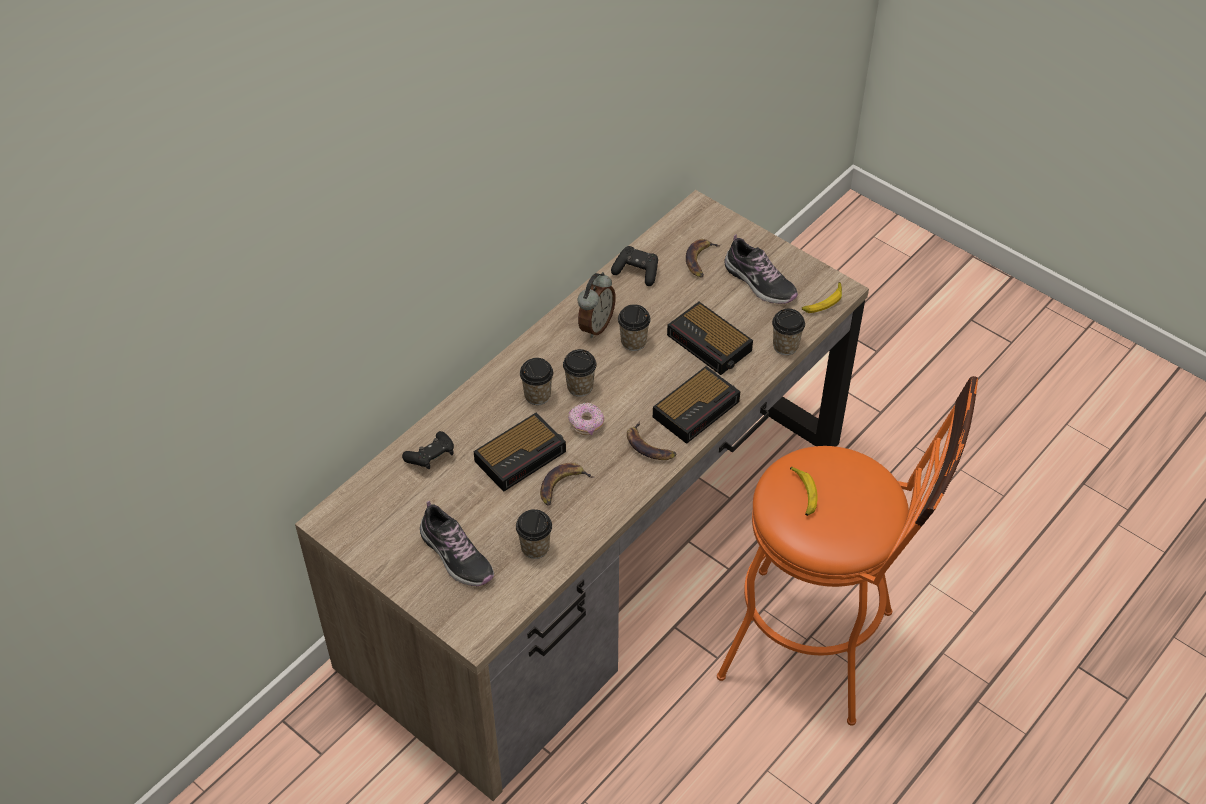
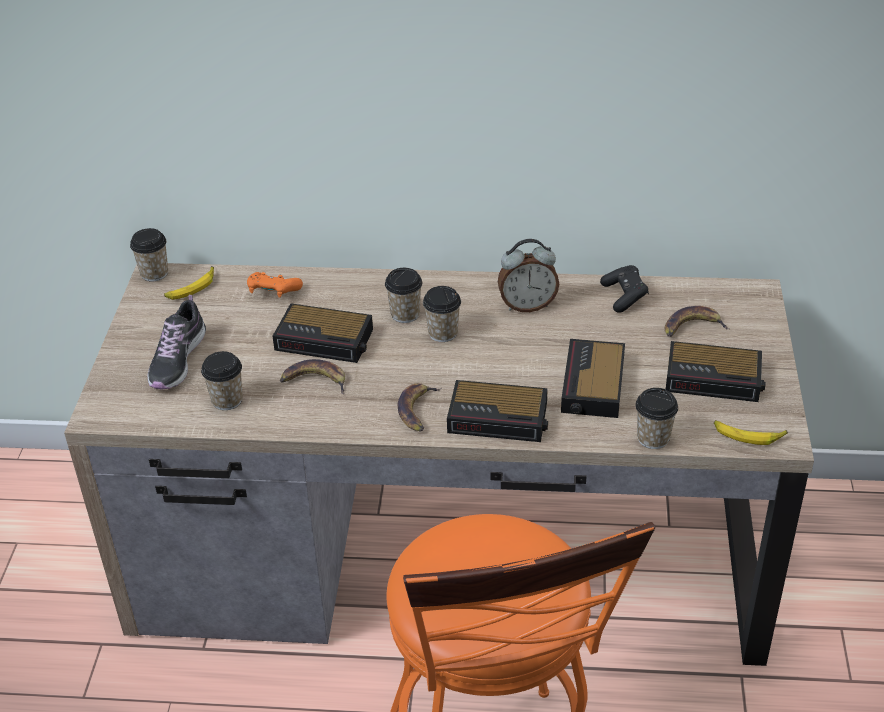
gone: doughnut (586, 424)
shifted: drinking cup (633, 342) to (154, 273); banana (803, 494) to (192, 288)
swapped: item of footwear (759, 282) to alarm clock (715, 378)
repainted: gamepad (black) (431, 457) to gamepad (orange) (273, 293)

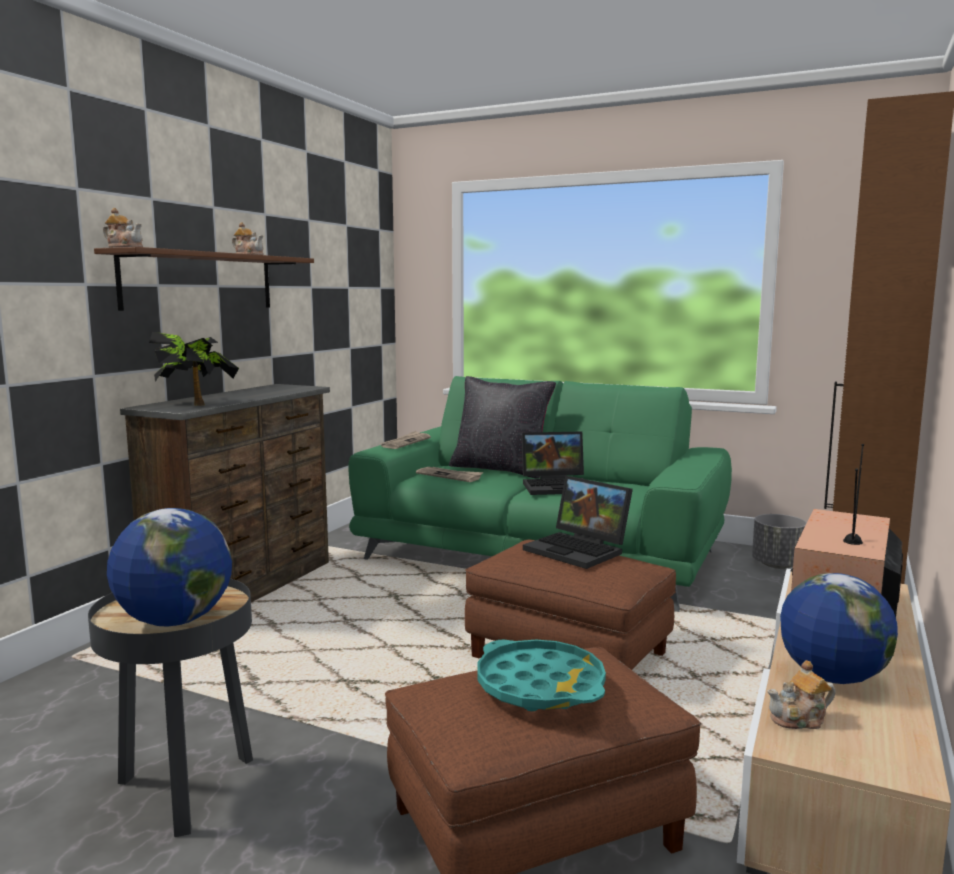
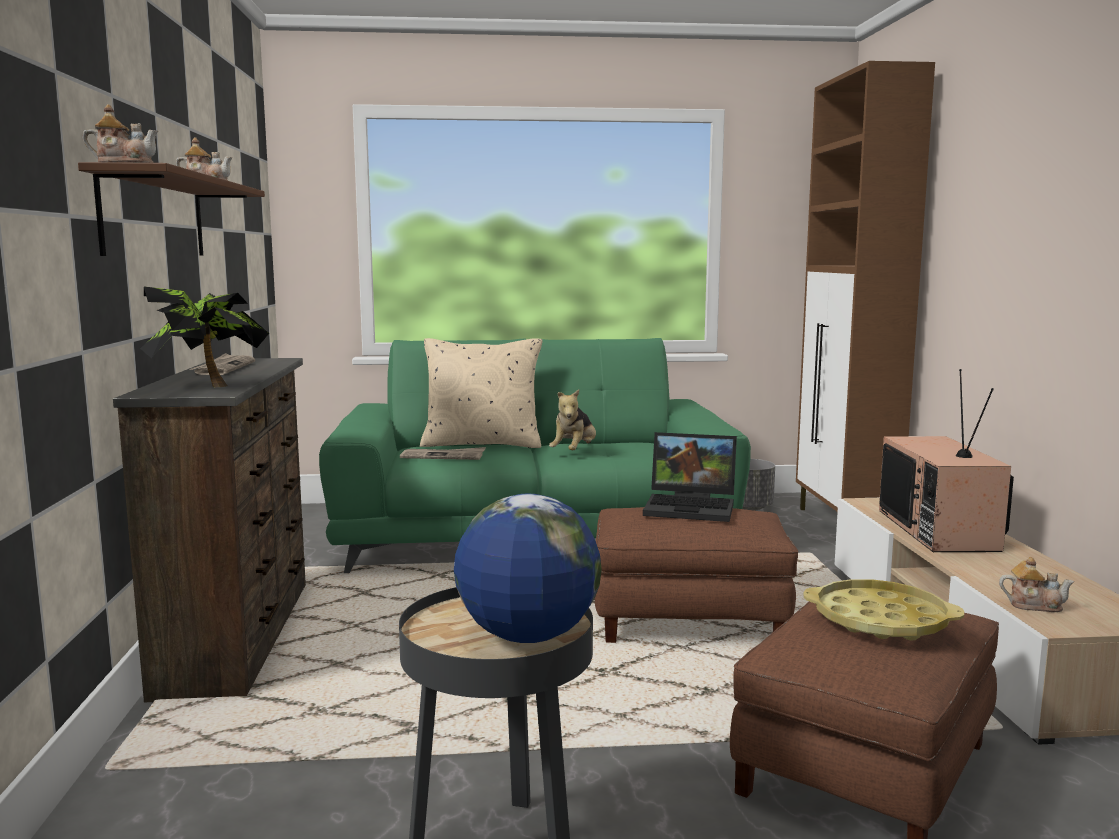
gone: globe (832, 677)
shifted: printed paper (405, 442) to (224, 368)
swapped: laptop (557, 486) to soft toy (574, 452)
repainted: cushion (black) (500, 469) to cushion (beige) (482, 444); serving tray (turquoise) (540, 685) to serving tray (yellow-coloured) (880, 620)
rotated: tea pot (800, 719) = (1033, 605) 120 degrees counterclockwise

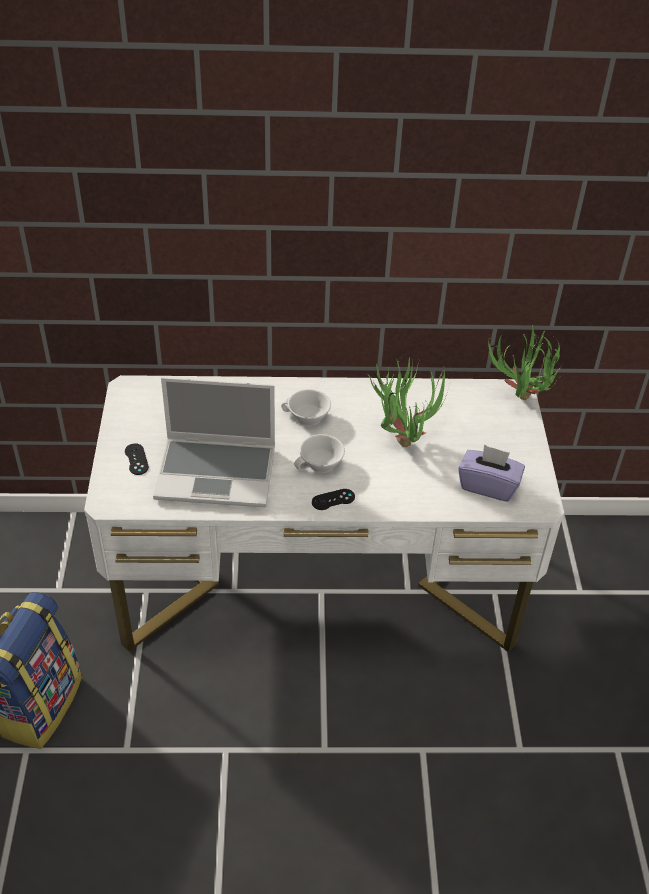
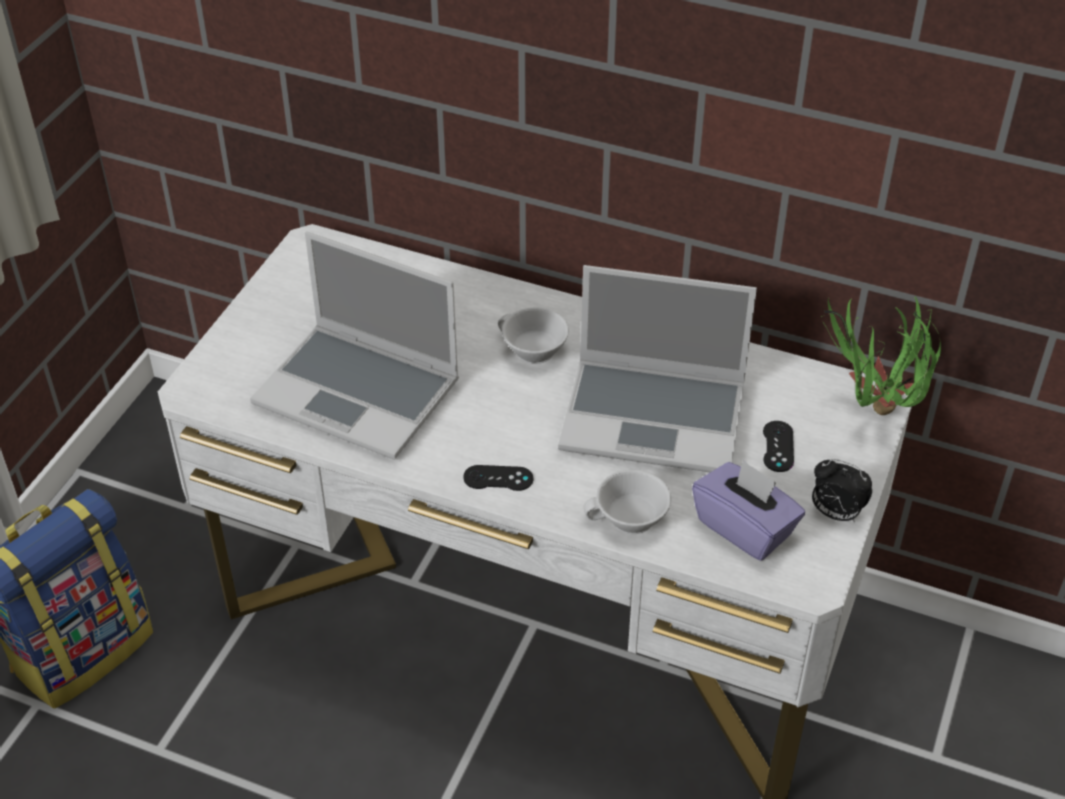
new: alarm clock (835, 513)
shifted: gamepad (black) (136, 459) to (778, 446); drinking cup (white) (321, 465) to (630, 520)
swapped: plant in a pot (402, 437) to laptop (655, 417)

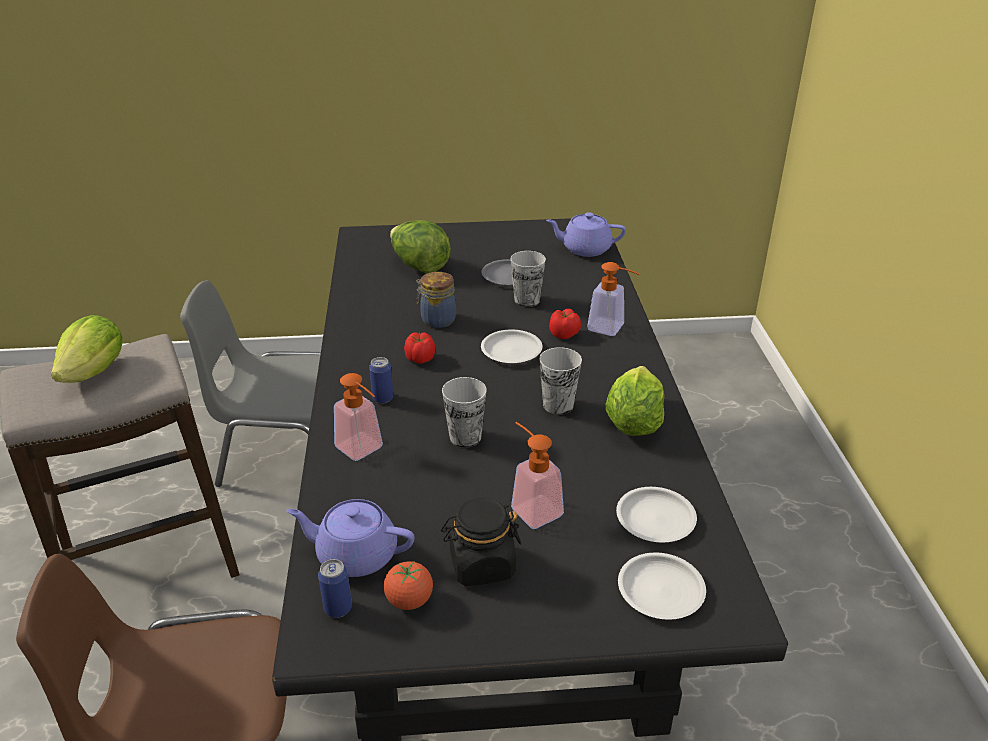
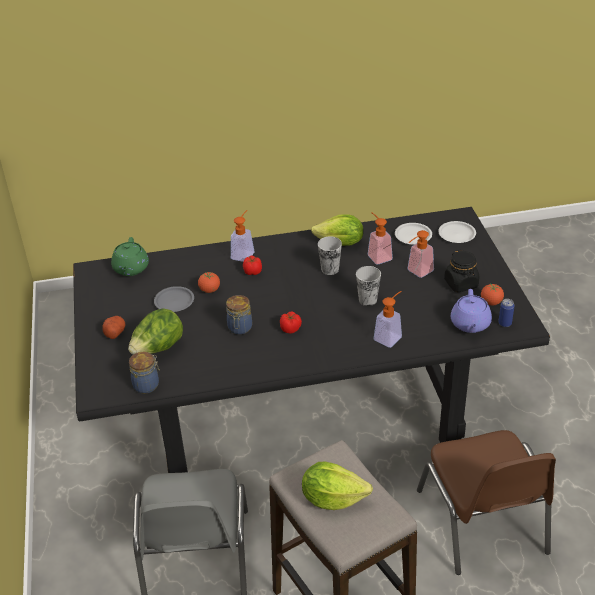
gone: can (383, 398); flat dish (white) (511, 351)
new: whole potato (114, 332); preserve jar (147, 385); soap dispenser (377, 255)
swapped: drinking cup (527, 300) to whole tomato (209, 290)
repainted: tea pot (purple-coloured) (585, 249) to tea pot (green-coloured) (131, 269)

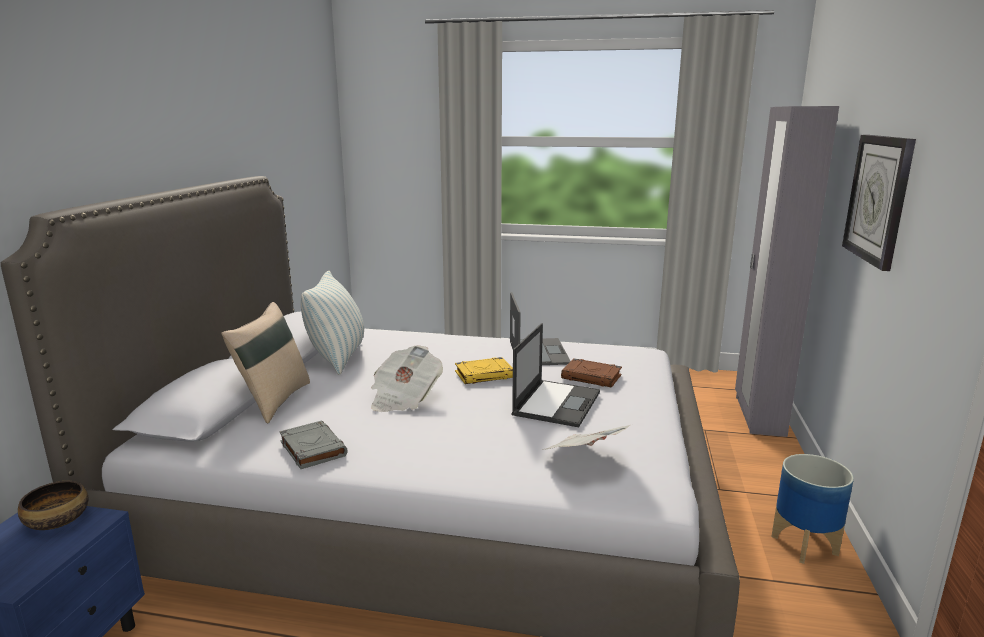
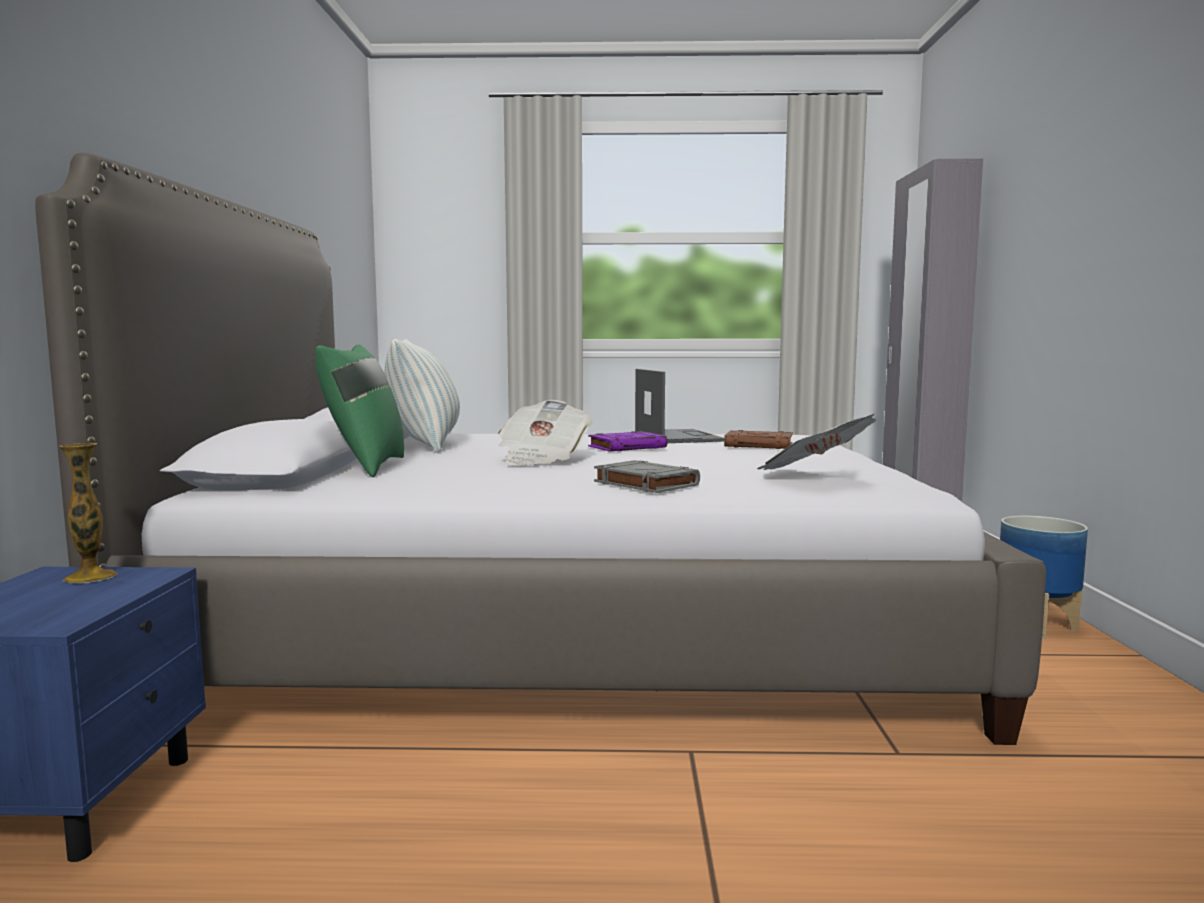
gone: laptop (557, 403); hanging clock (878, 199)
shifted: bound book (greyish) (312, 448) to (644, 484)
swapped: bowl (58, 520) to decorative vase (90, 577)
repainted: cushion (beige) (273, 401) to cushion (green-coloured) (365, 466); bound book (yellow-coloured) (484, 374) to bound book (purple-coloured) (627, 447)

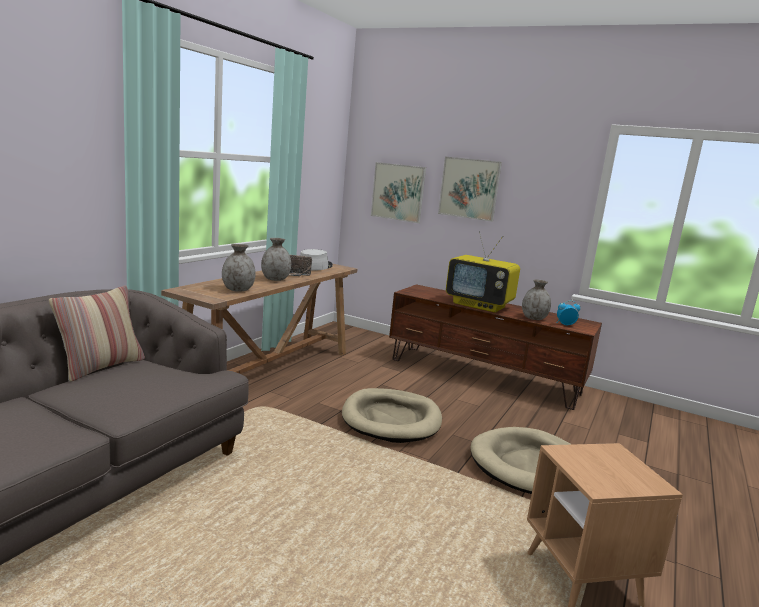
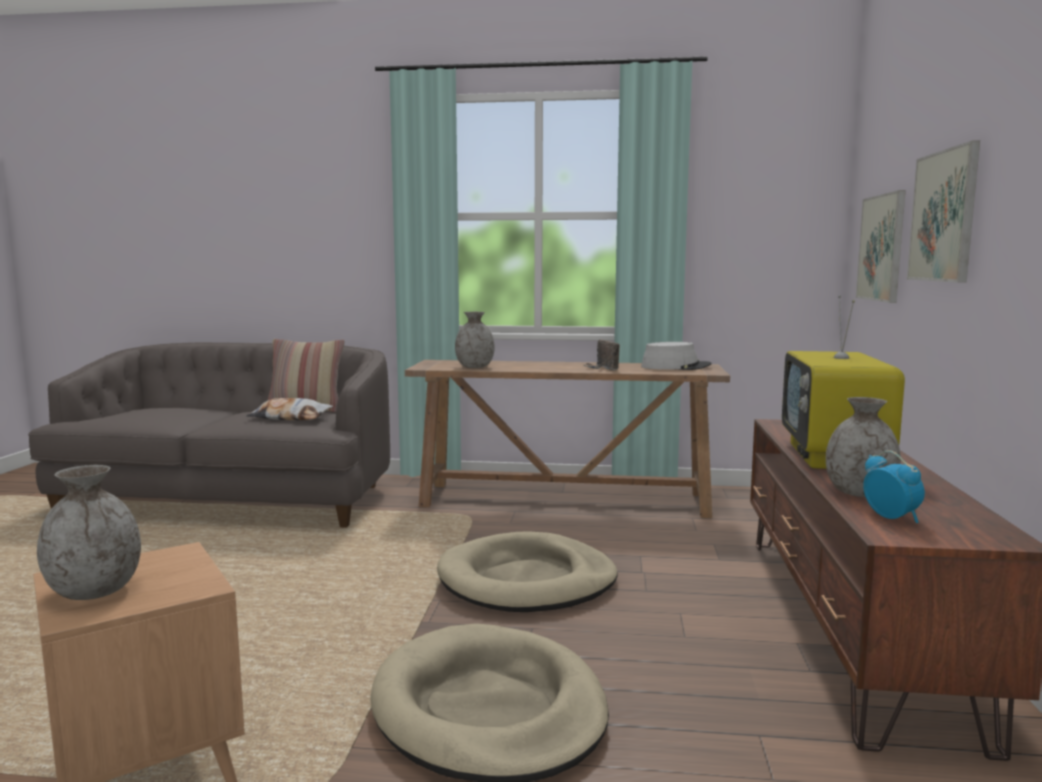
new: cushion (290, 417)
shifted: decorative vase (greyish) (275, 279) to (95, 591)

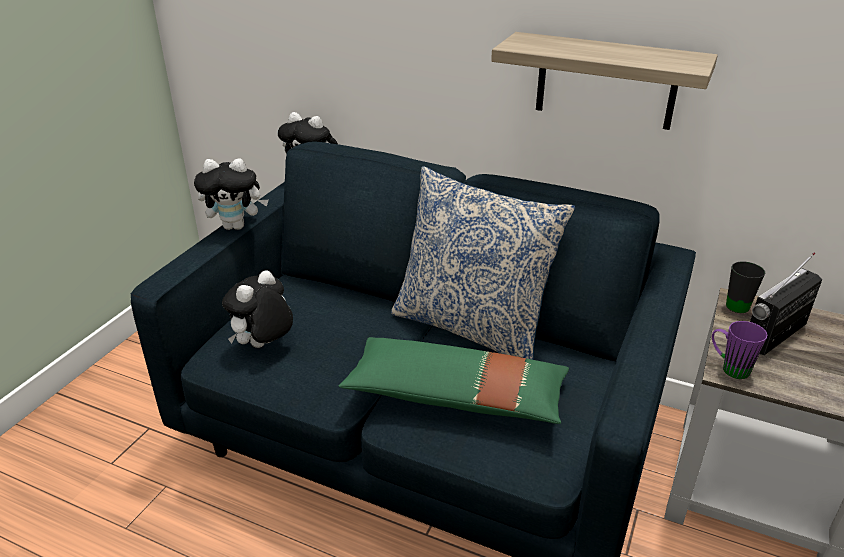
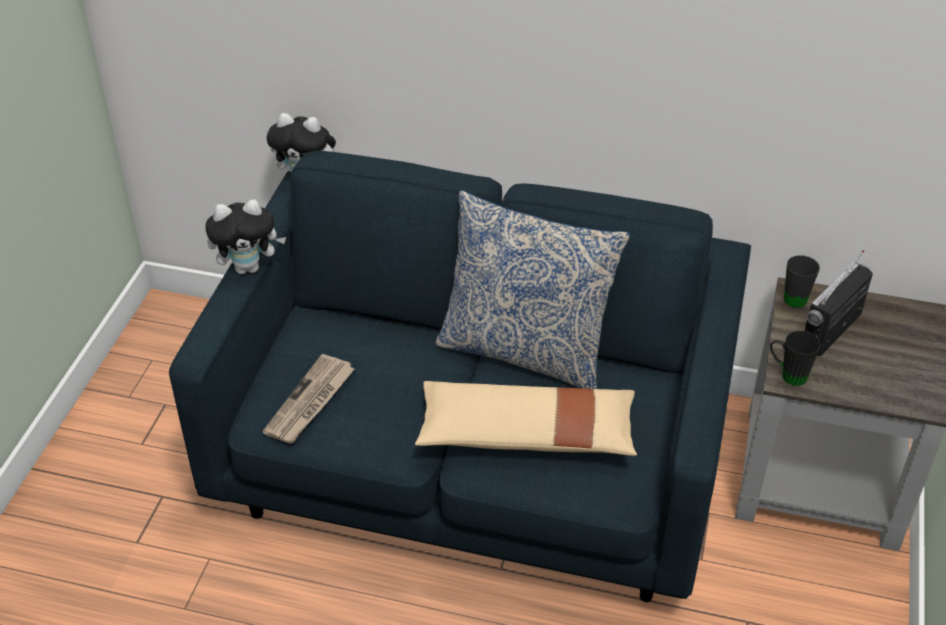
gone: bracket shelf (606, 81)
swapped: soft toy (263, 346) to printed paper (310, 402)
repainted: cushion (green-coloured) (456, 396) to cushion (beige) (526, 434); coffee mug (purple-coloured) (728, 368) to coffee mug (black) (787, 374)

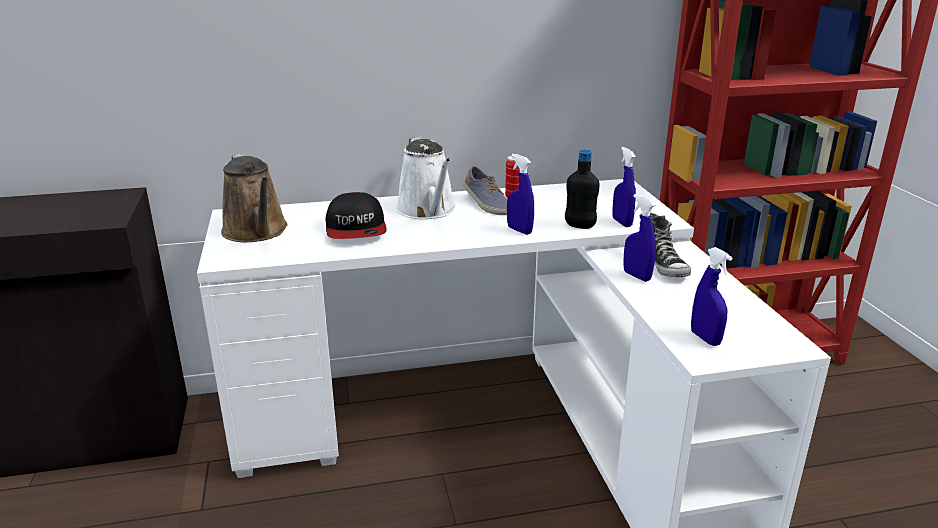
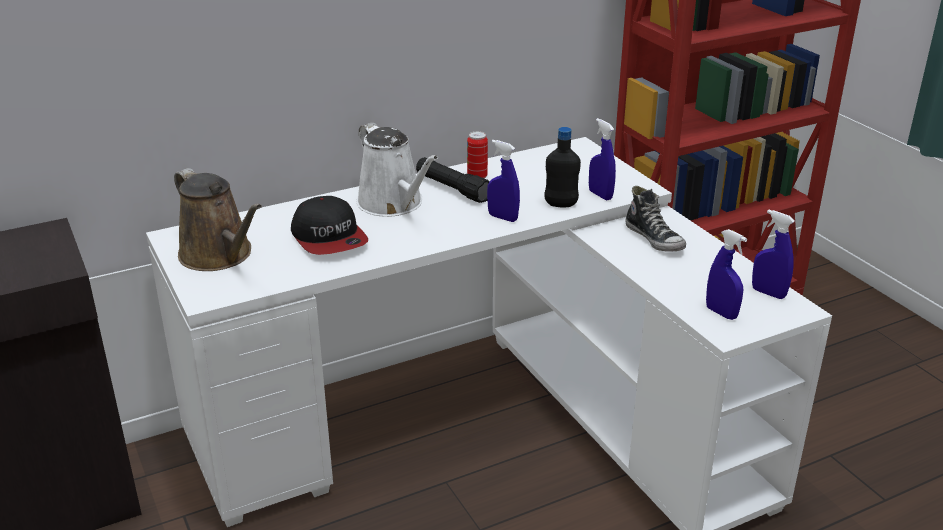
shifted: hand sprayer (bluish) (636, 276) to (768, 293)
swapped: item of footwear (487, 205) to flashlight (black) (452, 189)

